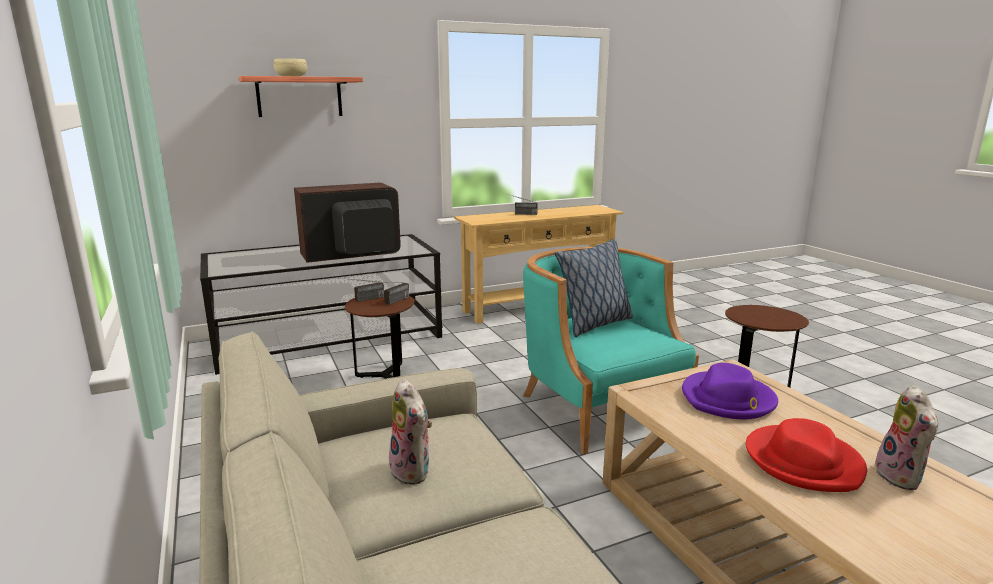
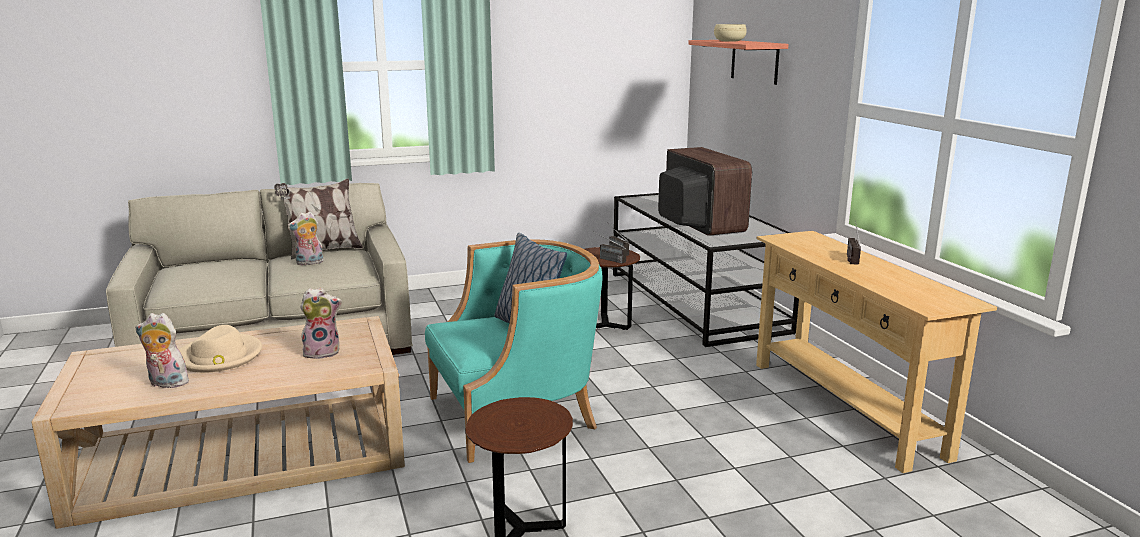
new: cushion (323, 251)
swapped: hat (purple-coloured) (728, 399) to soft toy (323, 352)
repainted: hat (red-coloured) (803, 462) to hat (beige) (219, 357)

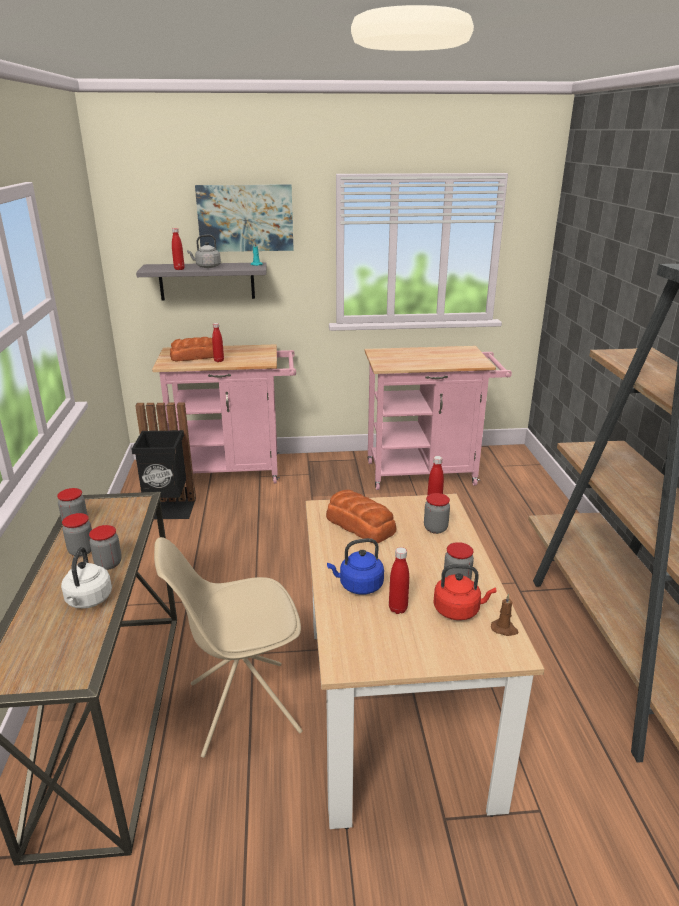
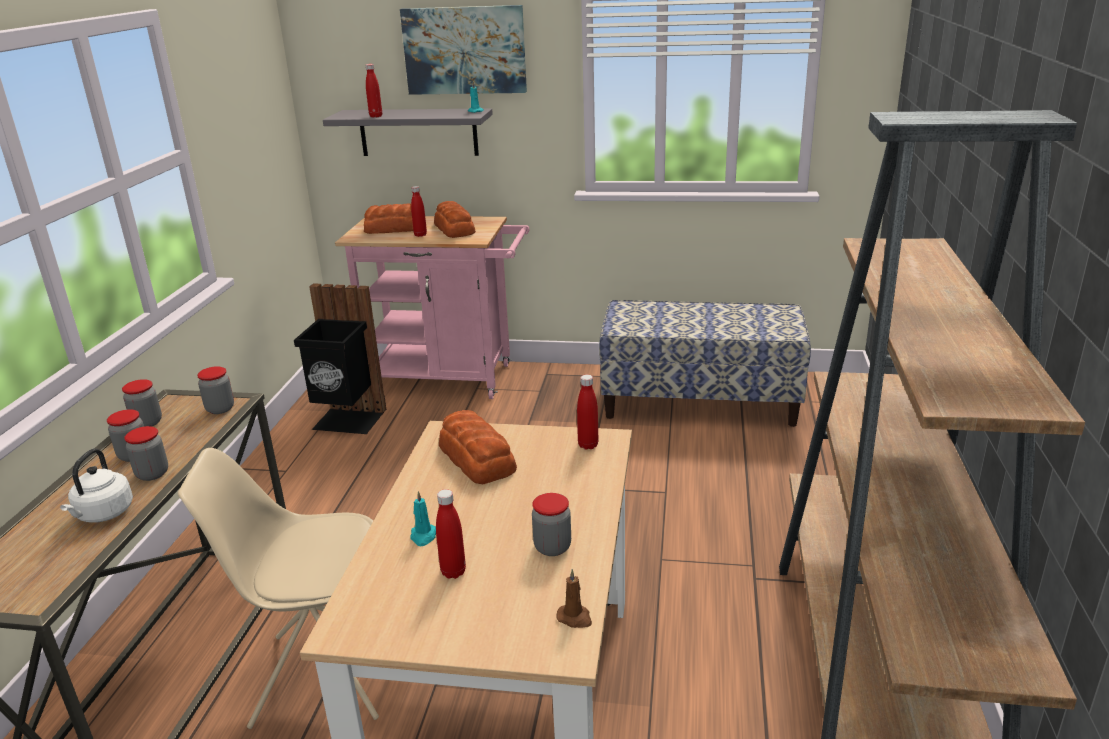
gone: water kettle (greyish) (207, 267); water kettle (red-coloured) (459, 610)
new: bread (454, 228)
shifted: preserve jar (435, 528) to (220, 409)
swapped: water kettle (bluish) (358, 586) to wax candle (turquoise) (423, 536); trolley (pinkish) (428, 473) to indoor bench (700, 402)

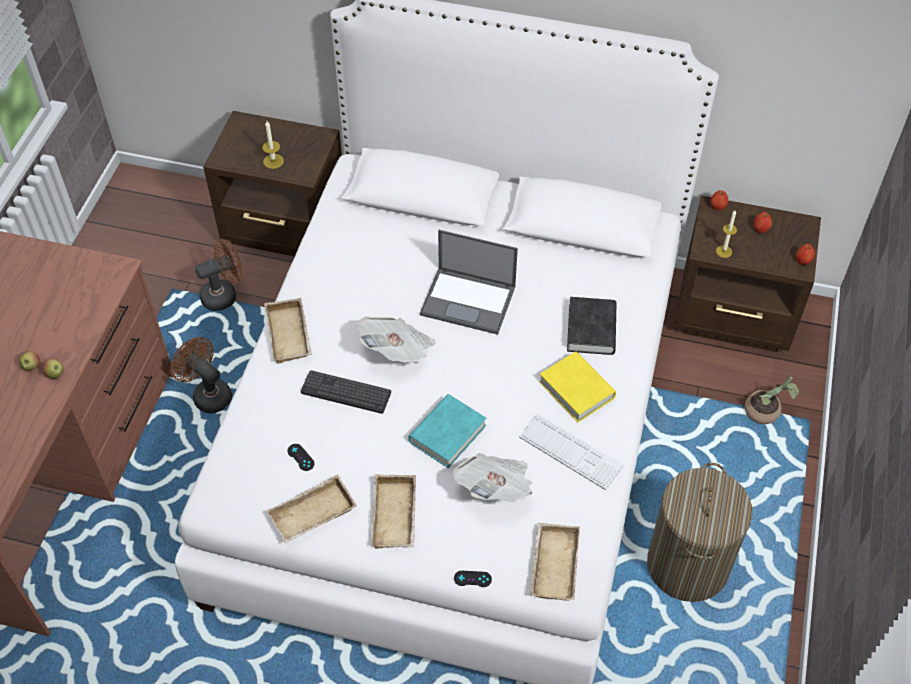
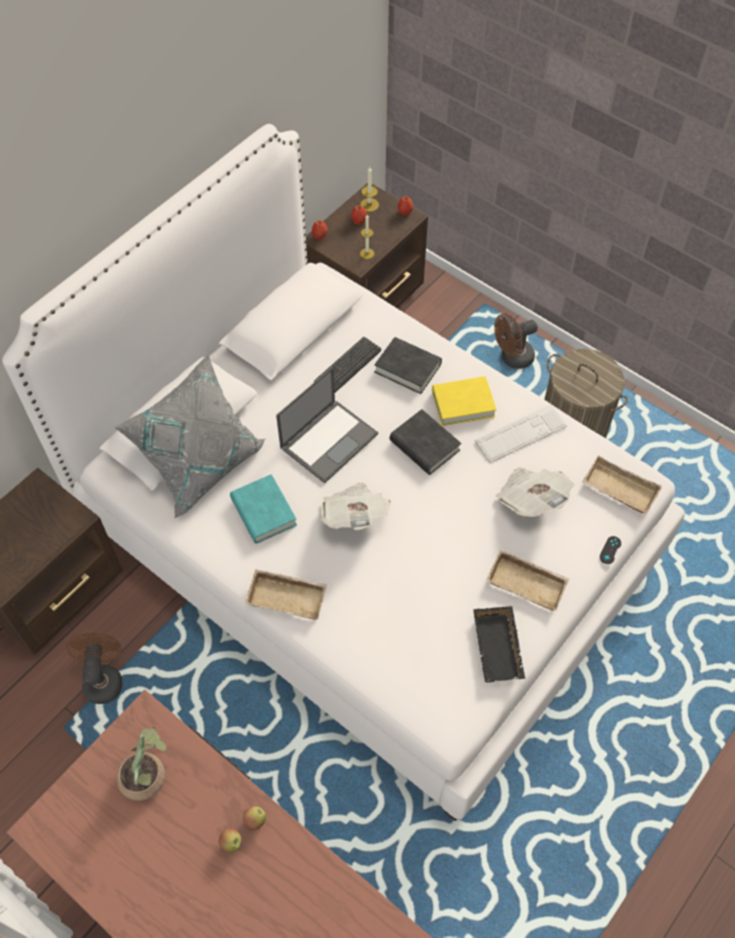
gone: gamepad (black) (300, 457)
new: cushion (greyish) (201, 463); bound book (black) (424, 445)
shifted: electric fan (brown-coloured) (208, 394) to (512, 358); wax candle (273, 161) to (369, 205); keyboard (346, 392) to (347, 366); bound book (turquoise) (447, 434) to (263, 512); plant in a pot (766, 413) to (147, 774)
repainted: serving tray (beige) (312, 516) to serving tray (black) (500, 648)

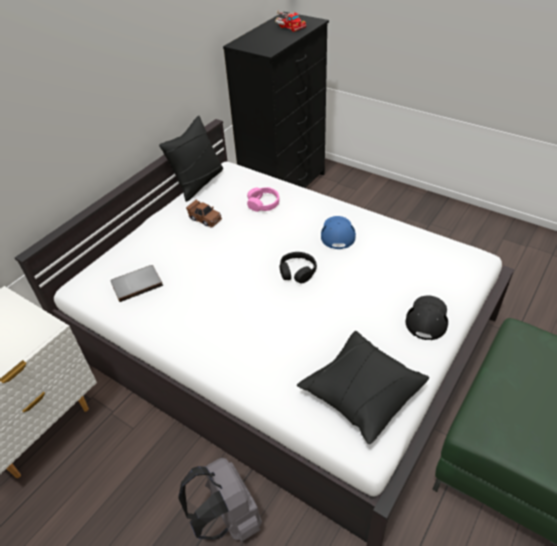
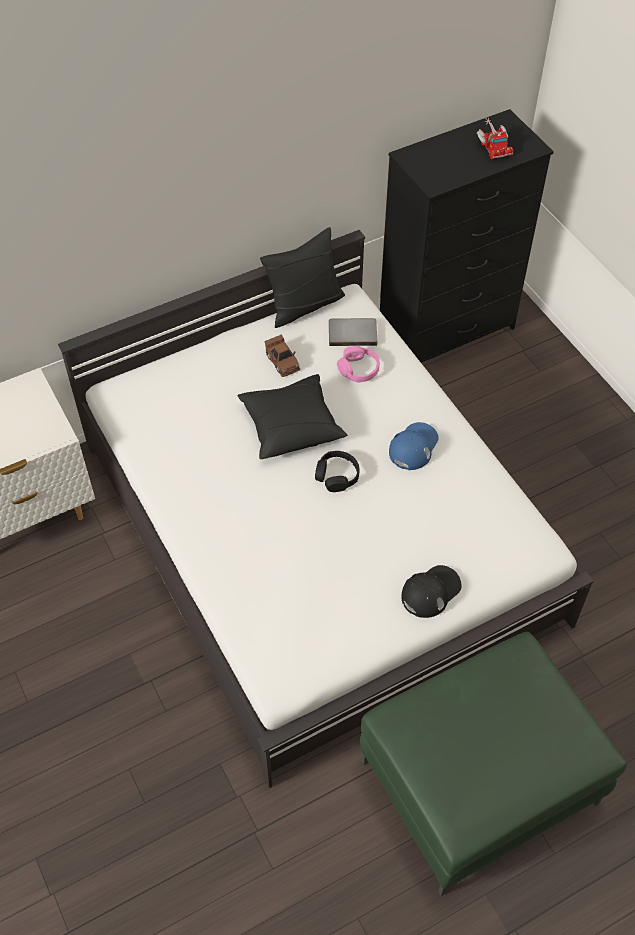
gone: backpack (greyish) (228, 518)
shifted: bound book (greyish) (136, 283) to (352, 332); cushion (black) (361, 392) to (291, 426)

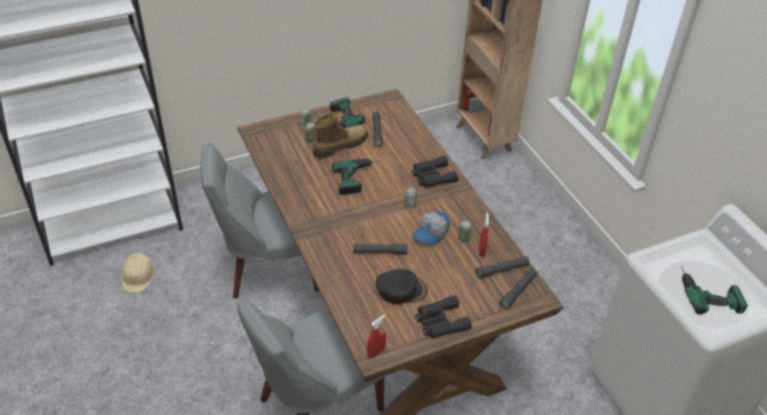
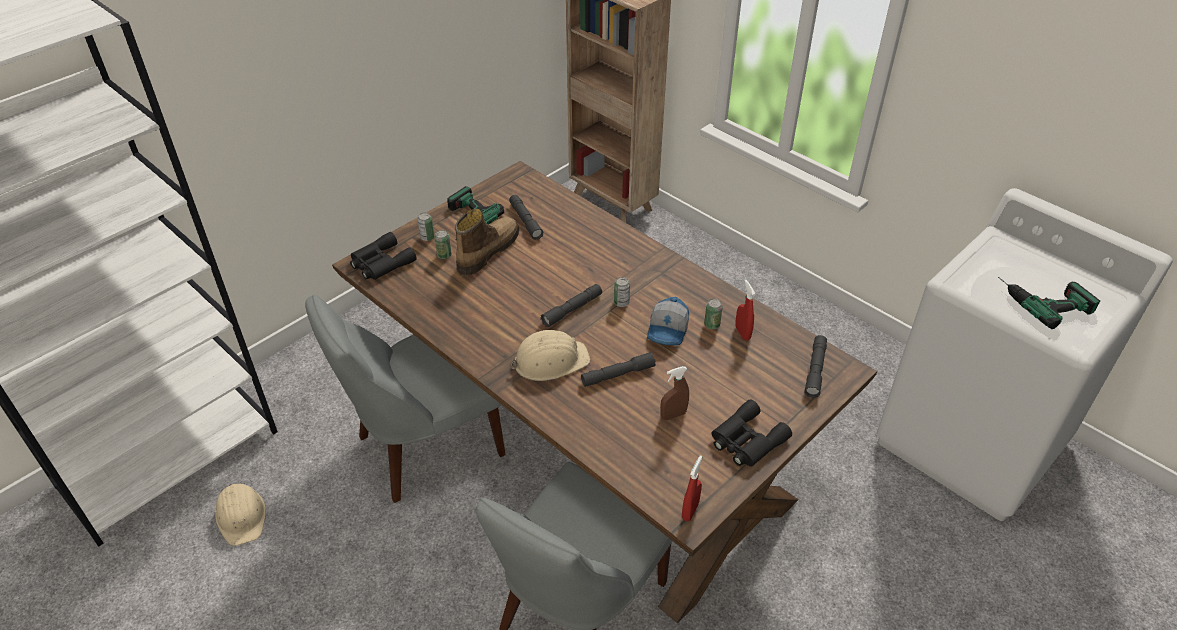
gone: electric drill (359, 178)
new: hard hat (beige) (550, 361)
shifted: binoculars (black) (432, 176) to (380, 263); flashlight (greyish) (502, 270) to (572, 309)
swapped: baseball cap (black) (401, 289) to hand sprayer (brown-coloured) (673, 415)

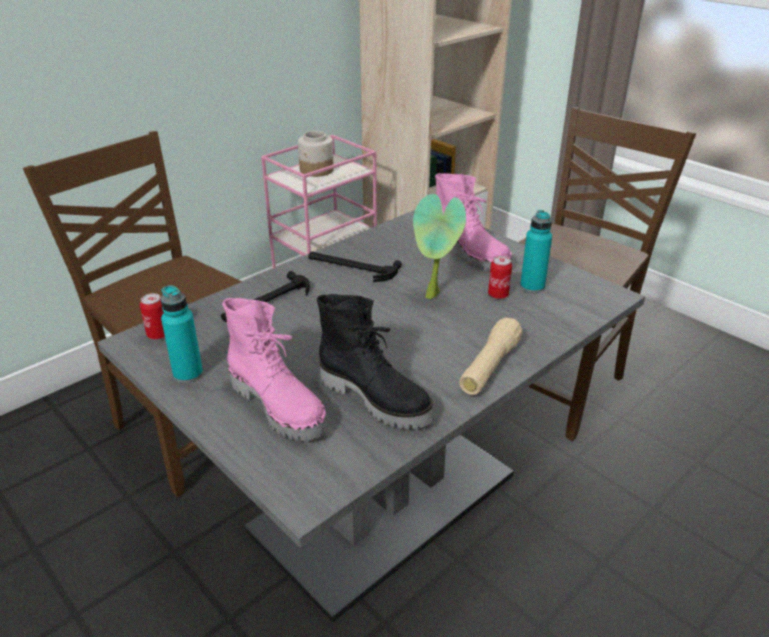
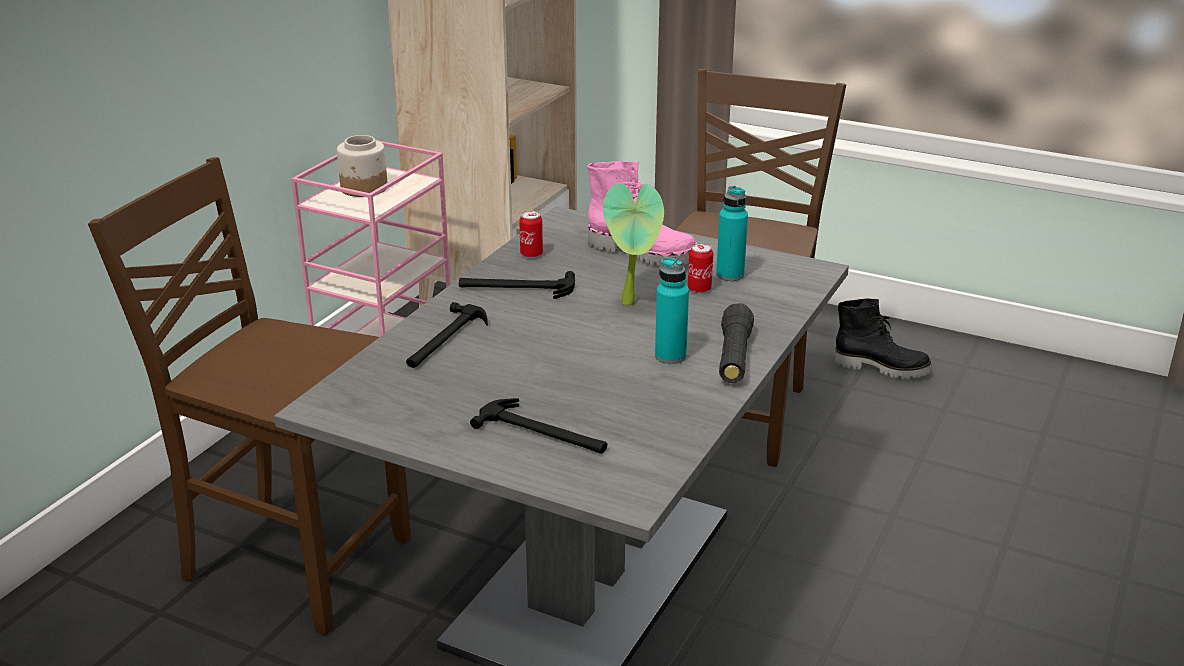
shifted: can (158, 335) to (531, 254); bottle (turquoise) (188, 374) to (670, 356); boot (black) (376, 398) to (881, 368)
swapped: boot (pinkish) (280, 406) to tool hammer (543, 432)
repainted: flashlight (beige) (489, 367) to flashlight (black) (734, 357)

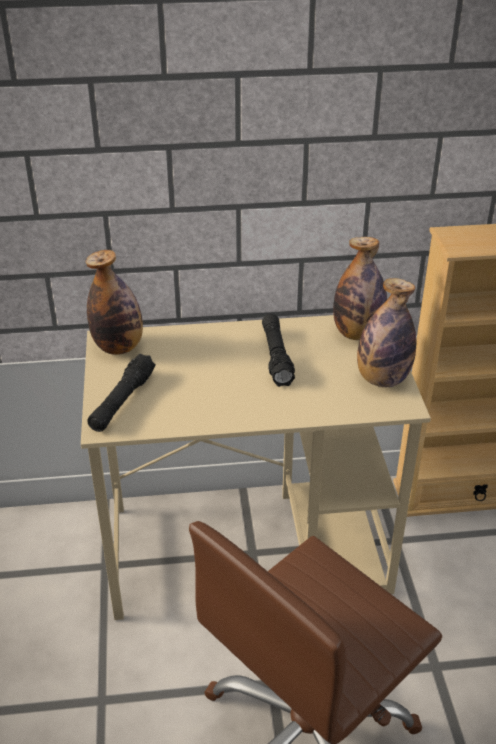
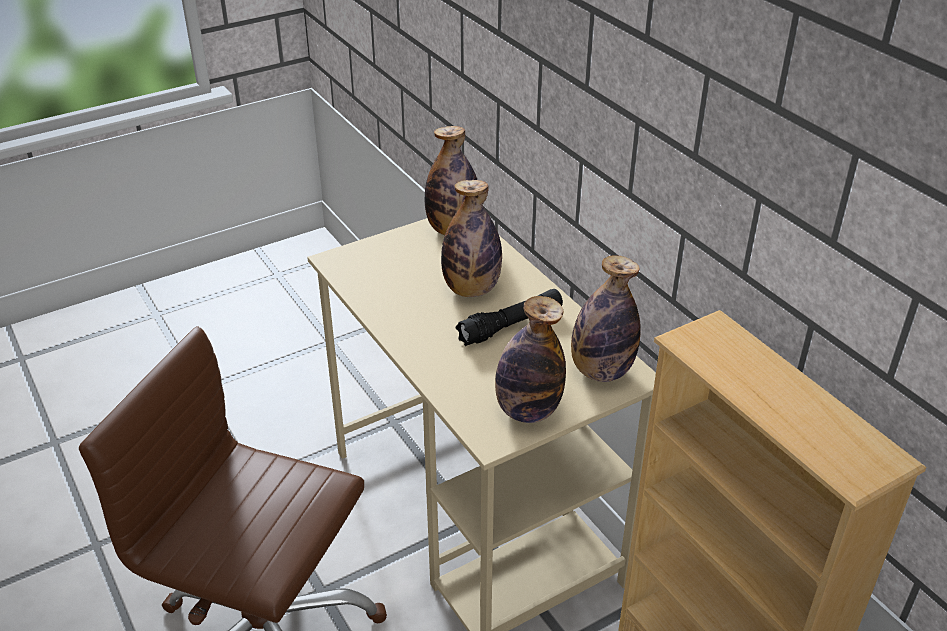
gone: flashlight (black) (122, 401)
new: bottle (471, 289)

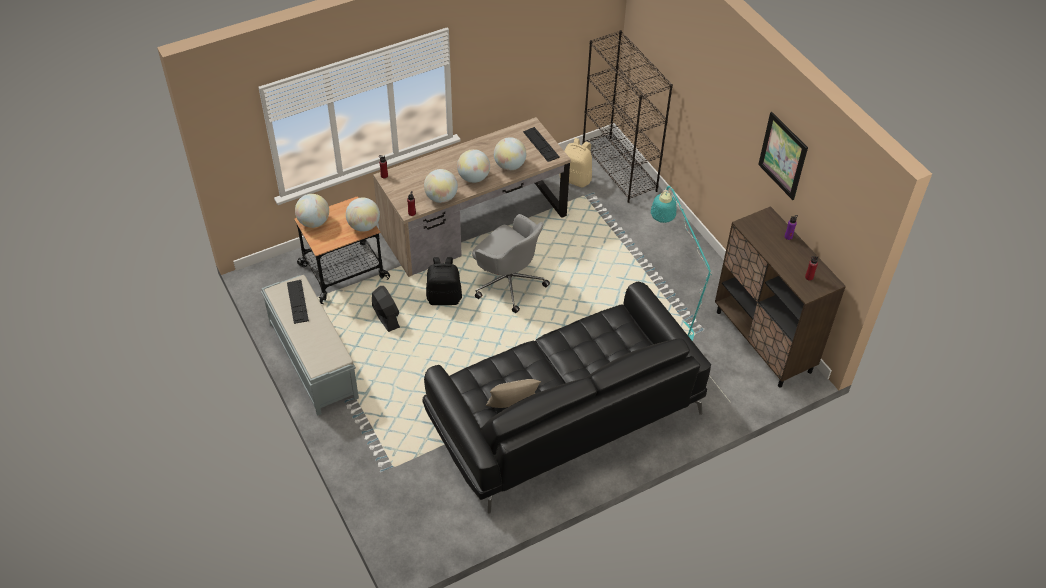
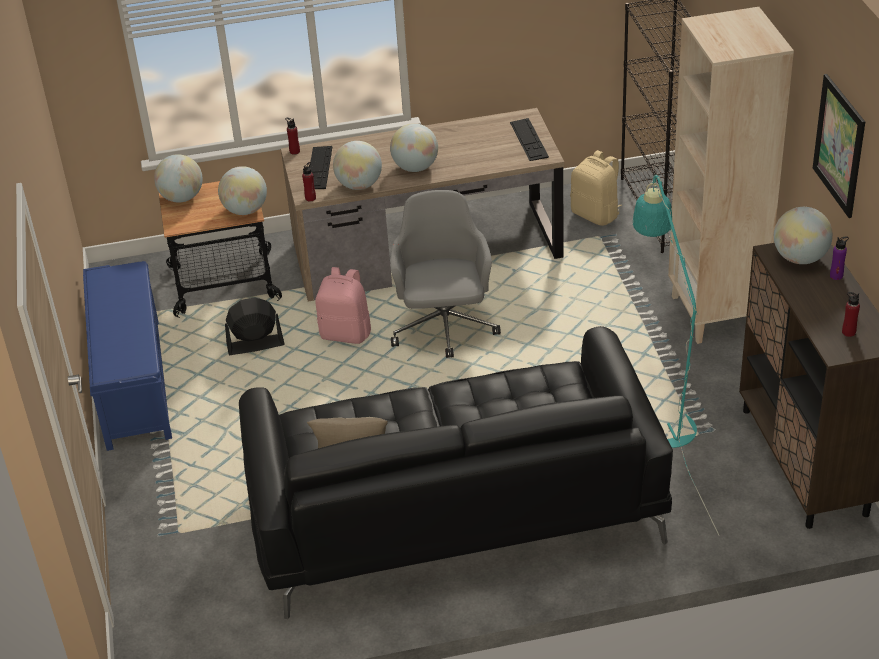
new: bookshelf (beige) (715, 314)
shifted: keyboard (297, 301) to (319, 168); globe (509, 165) to (800, 258)
repainted: indoor bench (greyish) (312, 359) to indoor bench (bluish) (133, 382); backpack (black) (444, 297) to backpack (pinkish) (346, 333)
rotated: electric fan (black) (386, 316) = (255, 345) 90 degrees counterclockwise; desk chair (greyish) (508, 282) = (444, 328) 150 degrees counterclockwise

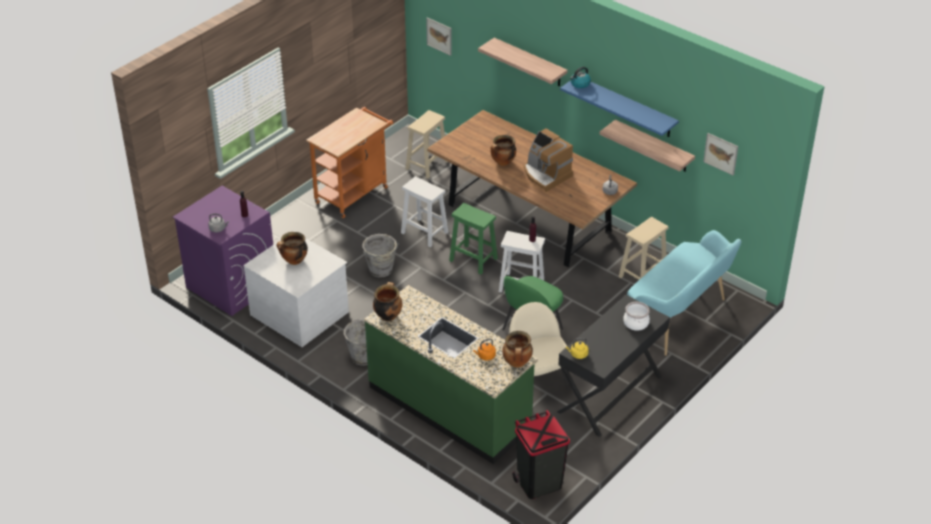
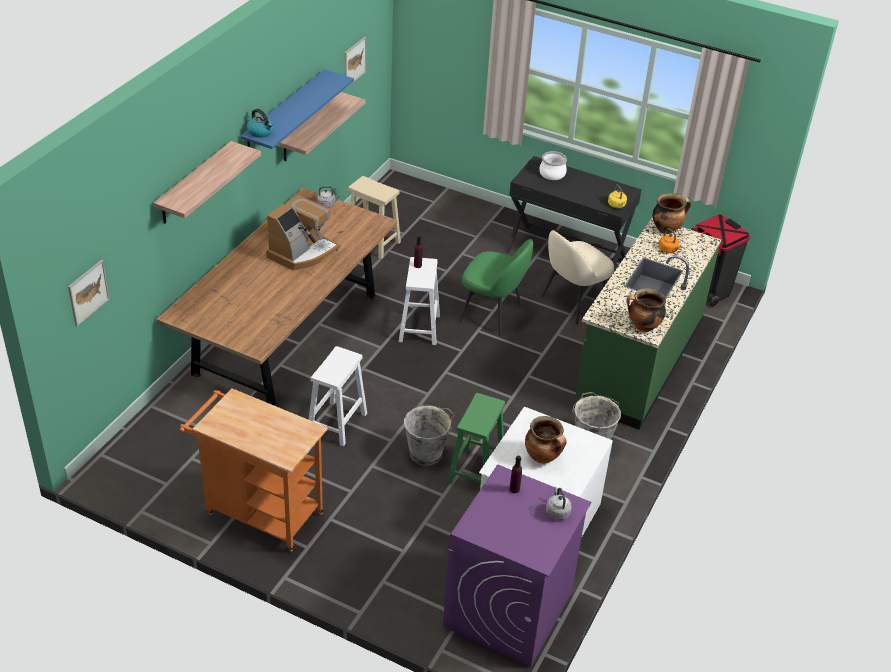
gone: stool seat (beige) (427, 164); stockpot (502, 163); indoor bench (turquoise) (678, 319)
shifted: stool seat (green-coloured) (472, 259) to (475, 472)

